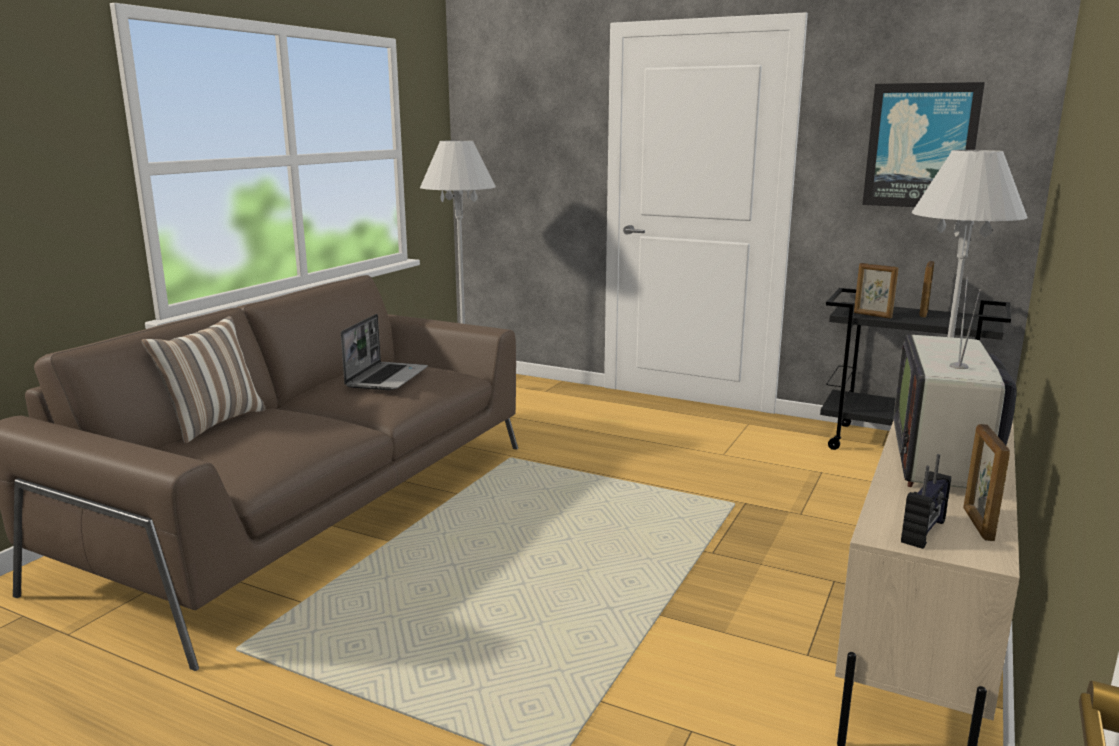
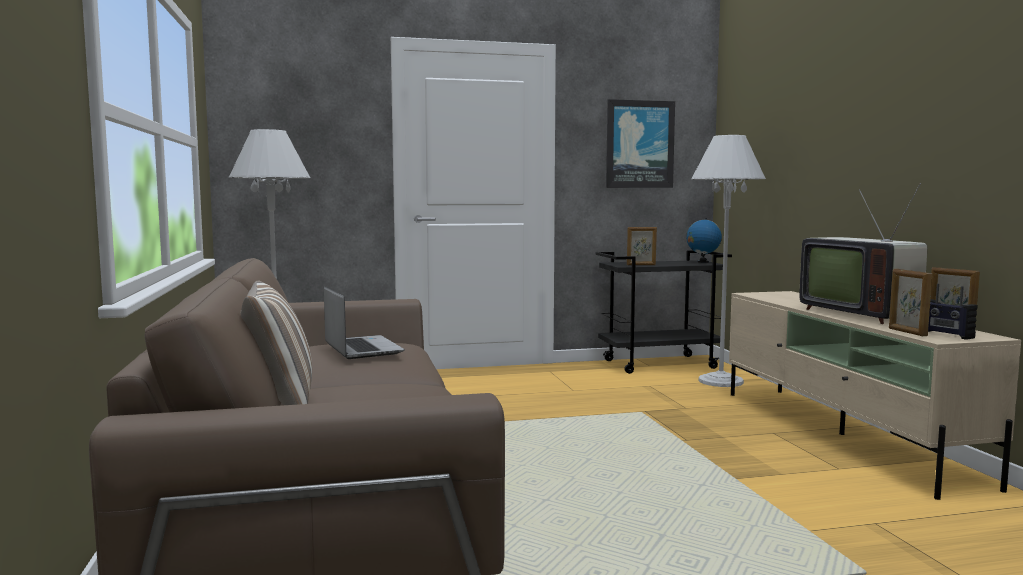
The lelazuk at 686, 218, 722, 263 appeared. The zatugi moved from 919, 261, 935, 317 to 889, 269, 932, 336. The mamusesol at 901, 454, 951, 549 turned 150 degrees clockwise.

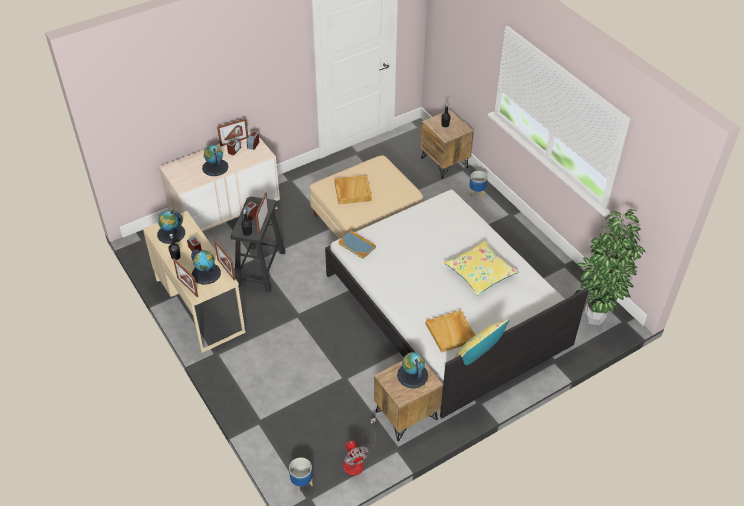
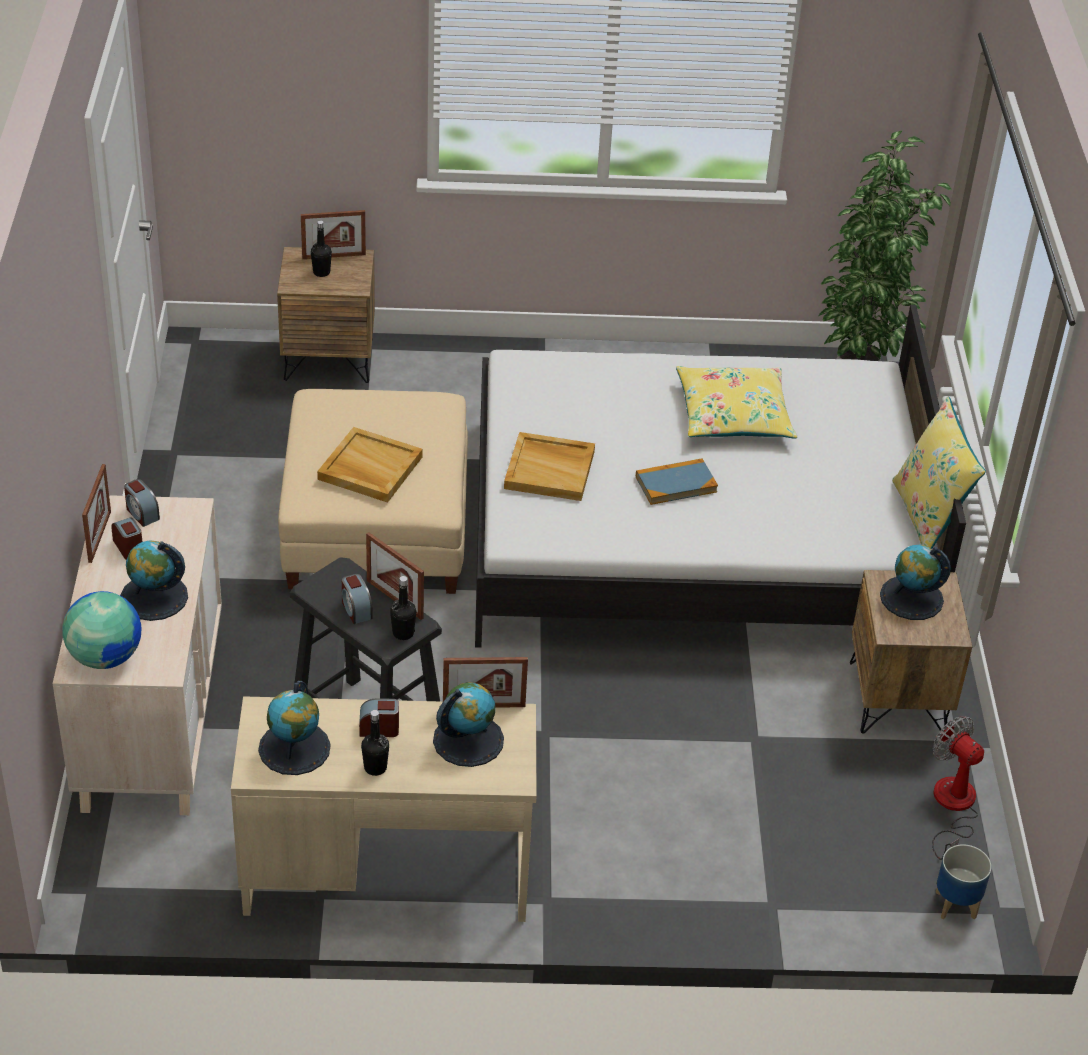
The lelazuk at 62, 591, 141, 669 appeared. The zatugi moved from 173, 258, 198, 297 to 301, 210, 366, 259. The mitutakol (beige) moved from 426, 310, 475, 353 to 504, 432, 595, 501. The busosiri moved from 339, 231, 376, 259 to 636, 458, 718, 505. The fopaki at 343, 418, 376, 476 turned 135 degrees counterclockwise. The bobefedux at 469, 171, 488, 199 disappeared.

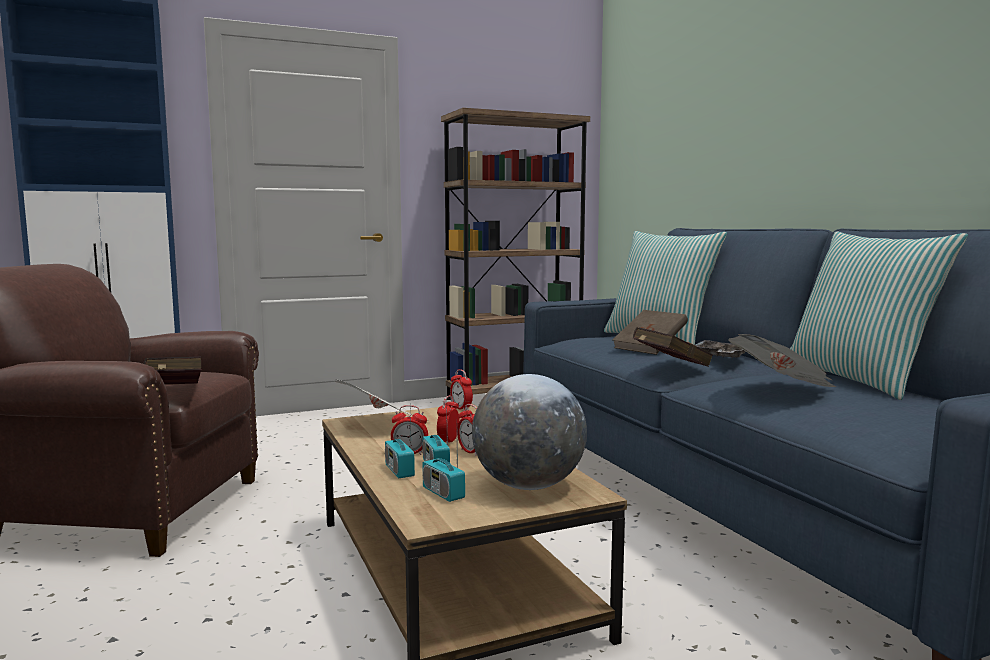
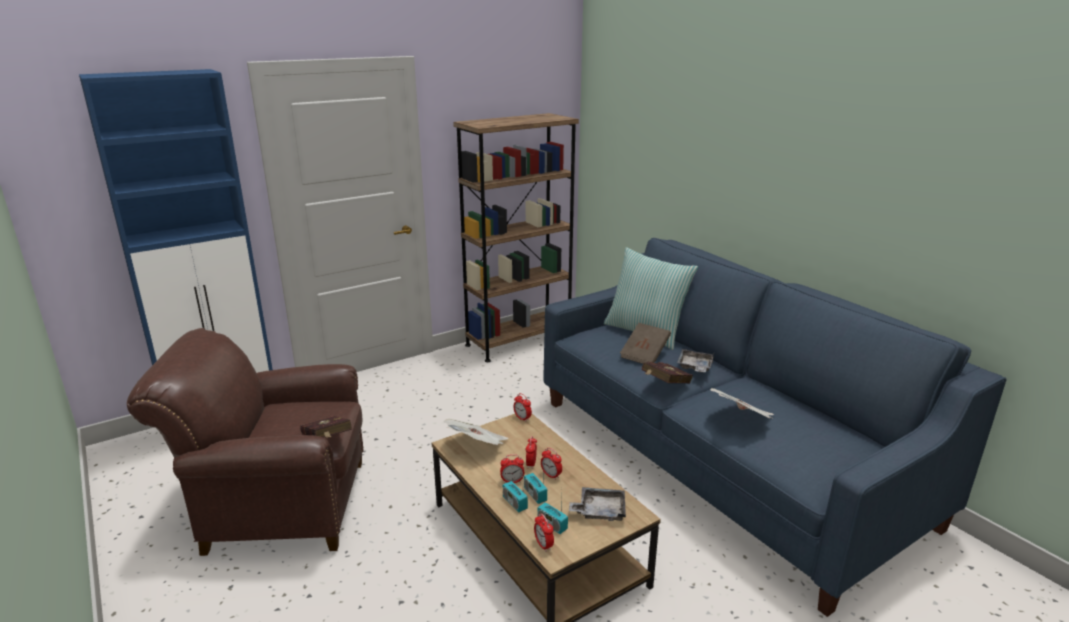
The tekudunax at 534, 514, 554, 552 appeared. The lelazuk at 472, 374, 587, 490 was replaced by the mitutakol (grey) at 569, 487, 626, 521. The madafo at 790, 231, 968, 400 disappeared.

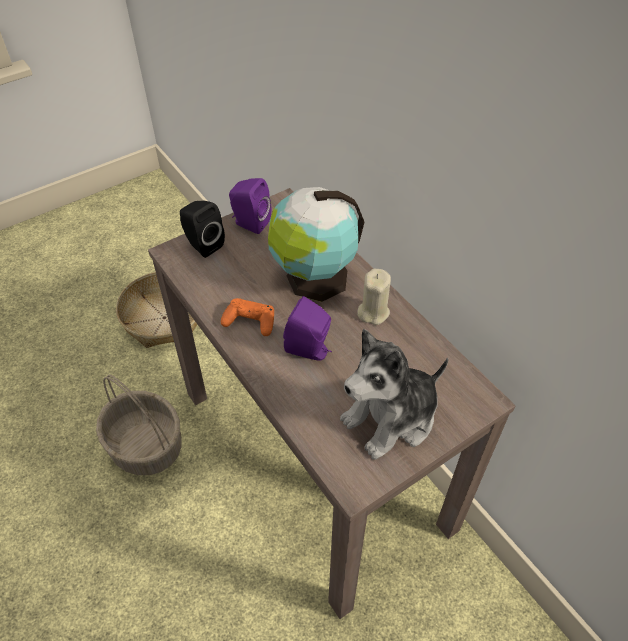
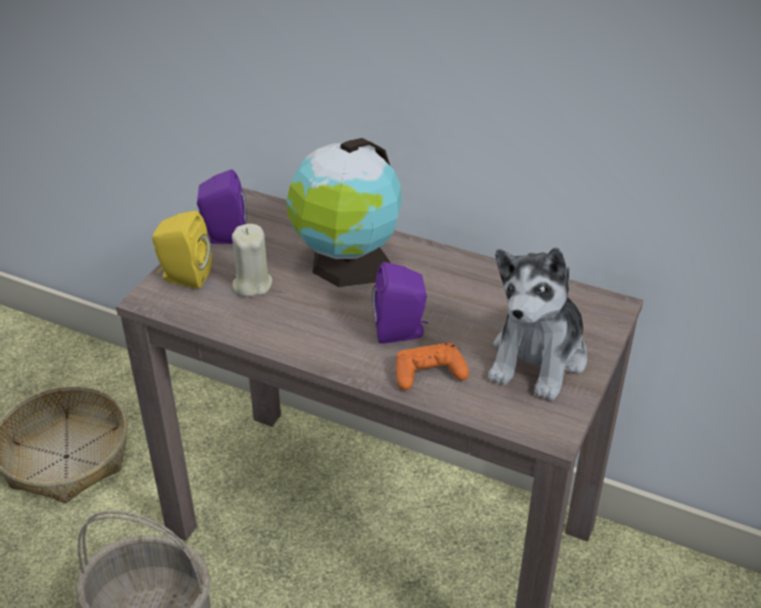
The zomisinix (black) at 180, 200, 225, 258 became the zomisinix (yellow) at 152, 211, 212, 289. The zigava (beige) moved from 357, 269, 391, 325 to 232, 224, 272, 297. The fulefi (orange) moved from 221, 298, 274, 336 to 396, 343, 469, 390.

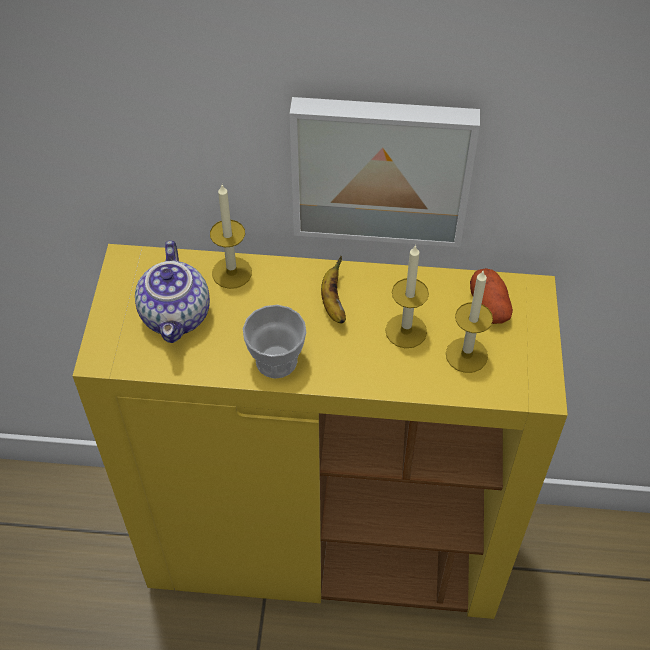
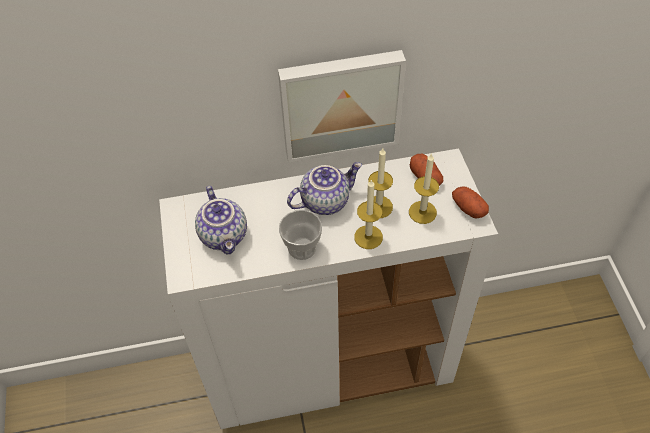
The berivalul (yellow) at 73, 244, 568, 619 became the berivalul (white) at 159, 149, 498, 429. The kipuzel at 321, 256, 346, 323 was replaced by the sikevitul at 287, 162, 362, 215. The zigava moved from 210, 185, 252, 289 to 354, 179, 383, 249. The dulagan at 452, 187, 489, 219 appeared.

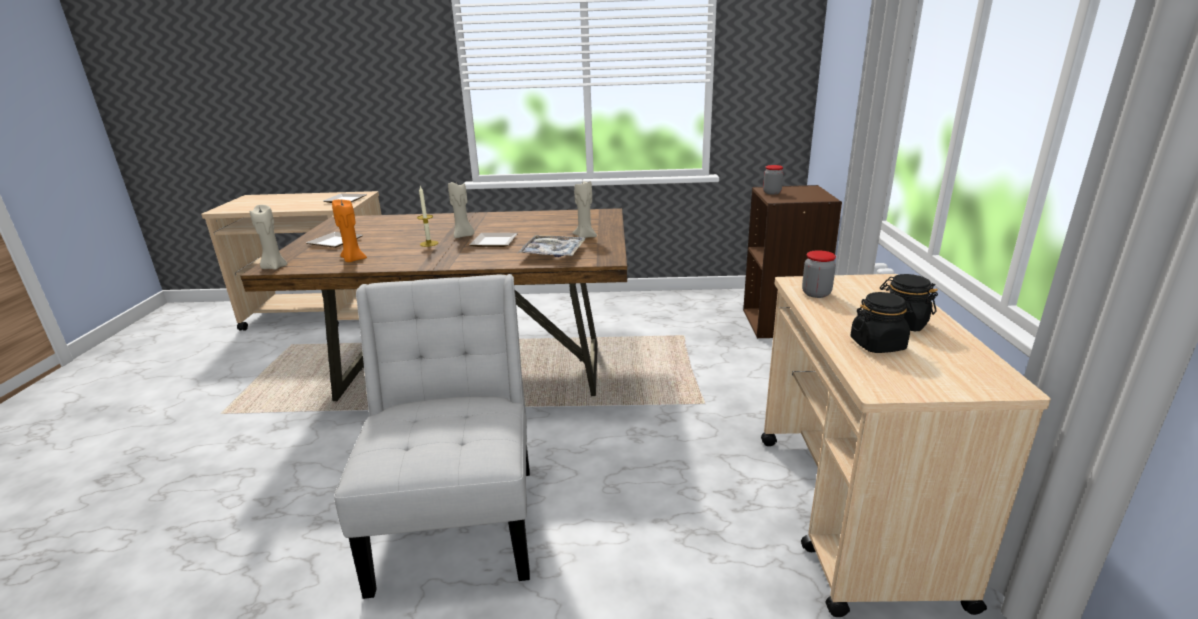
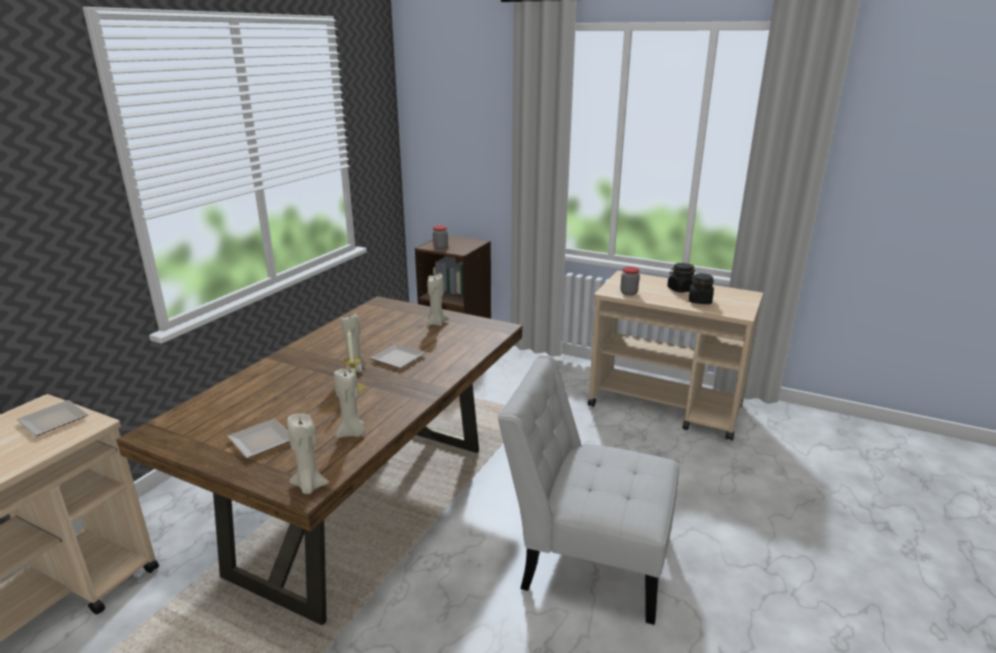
The zigava (orange) at 332, 199, 367, 262 became the zigava (beige) at 334, 368, 365, 438. The mitutakol at 518, 235, 585, 257 disappeared.

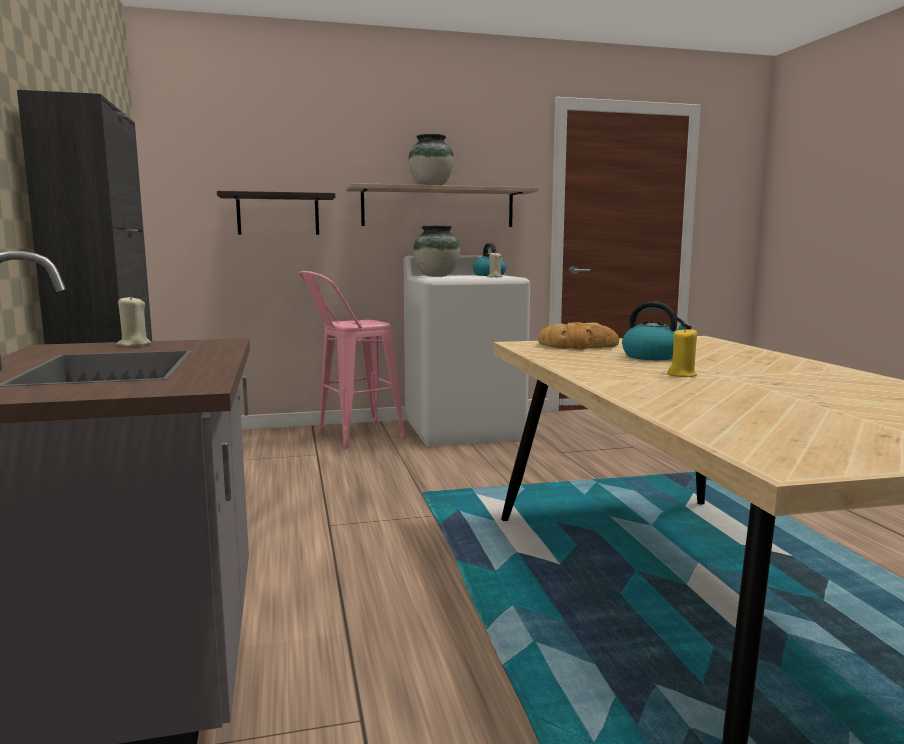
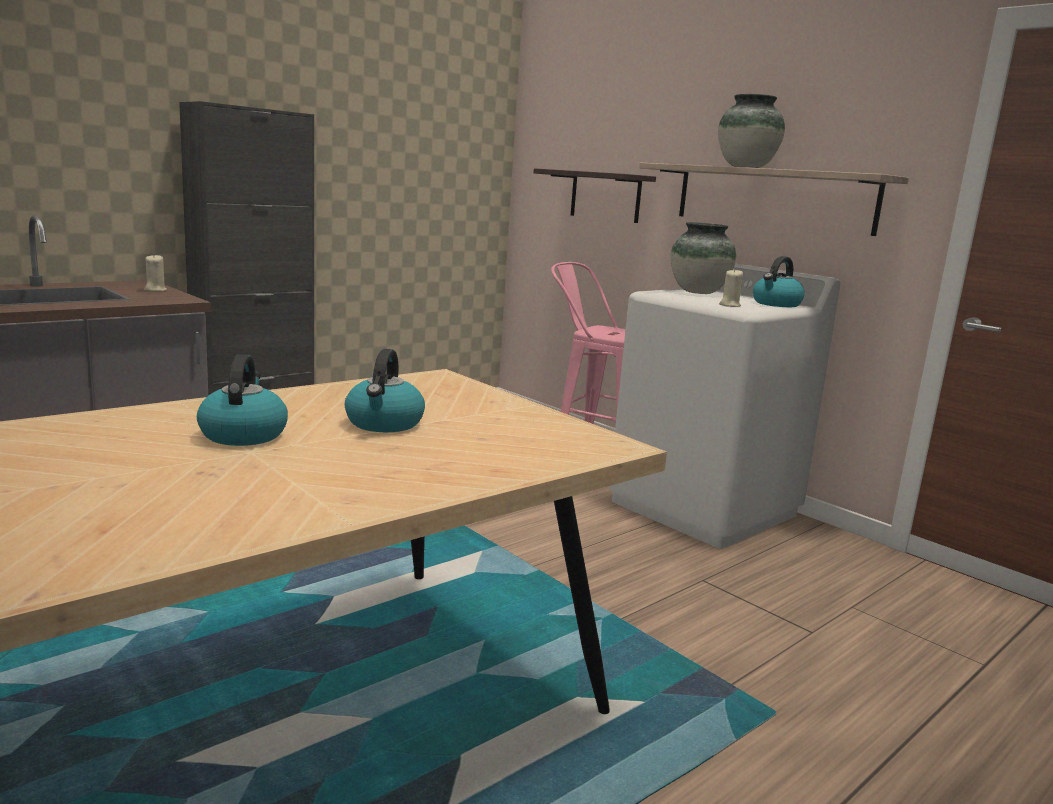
The zigava (yellow) at 667, 327, 697, 377 was replaced by the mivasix at 197, 354, 288, 446. The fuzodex at 538, 322, 619, 349 disappeared.

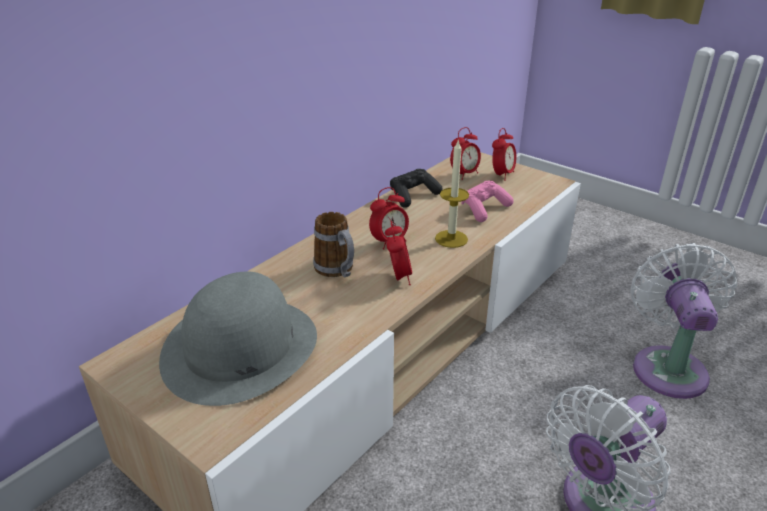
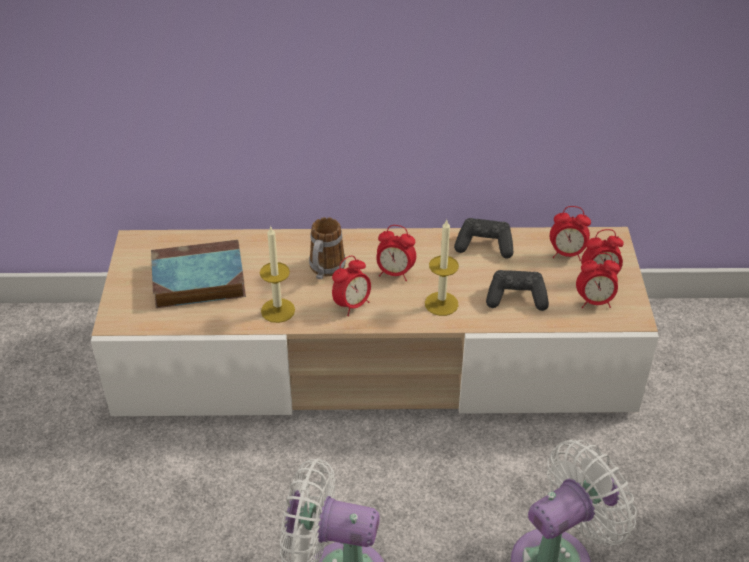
The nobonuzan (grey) at 159, 271, 317, 406 was replaced by the busosiri at 151, 240, 246, 308. The zigava at 260, 226, 295, 323 appeared. The fulefi (pink) at 461, 181, 514, 222 became the fulefi (black) at 486, 270, 549, 311. The tekudunax at 576, 253, 620, 308 appeared.

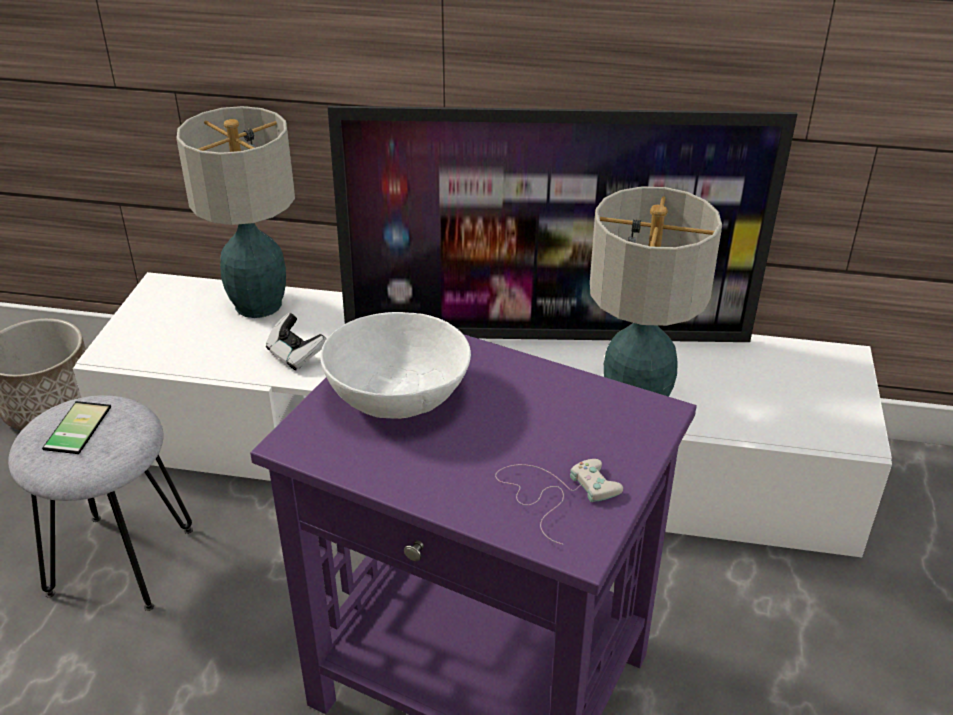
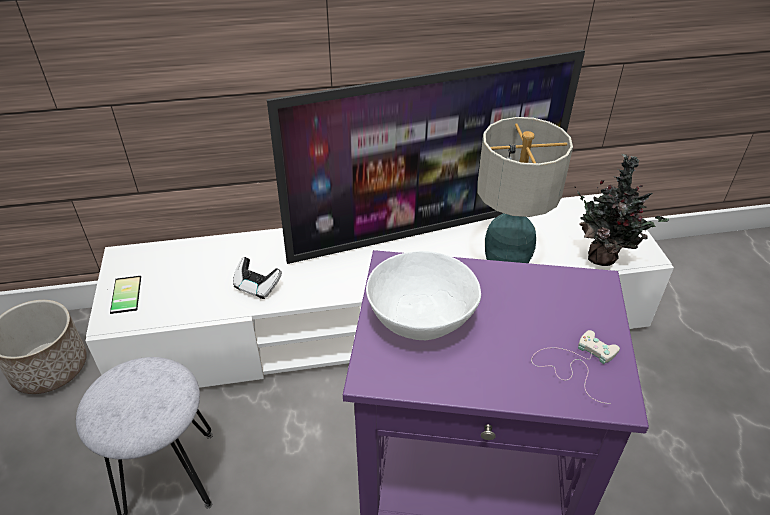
The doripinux moved from 42, 401, 111, 454 to 110, 276, 141, 314. The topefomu at 575, 154, 669, 266 appeared. The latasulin at 176, 106, 295, 318 disappeared.

